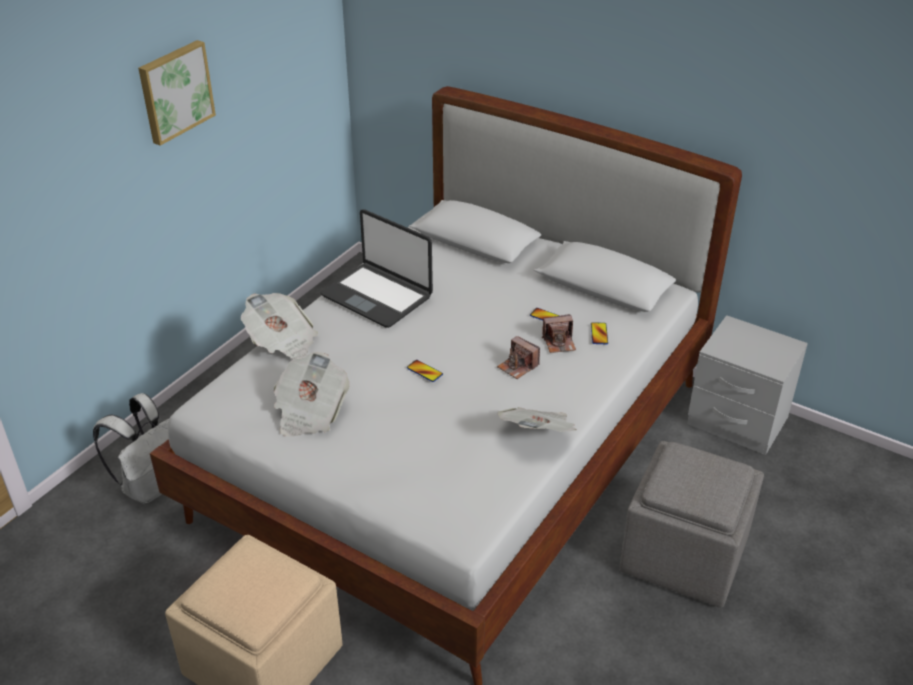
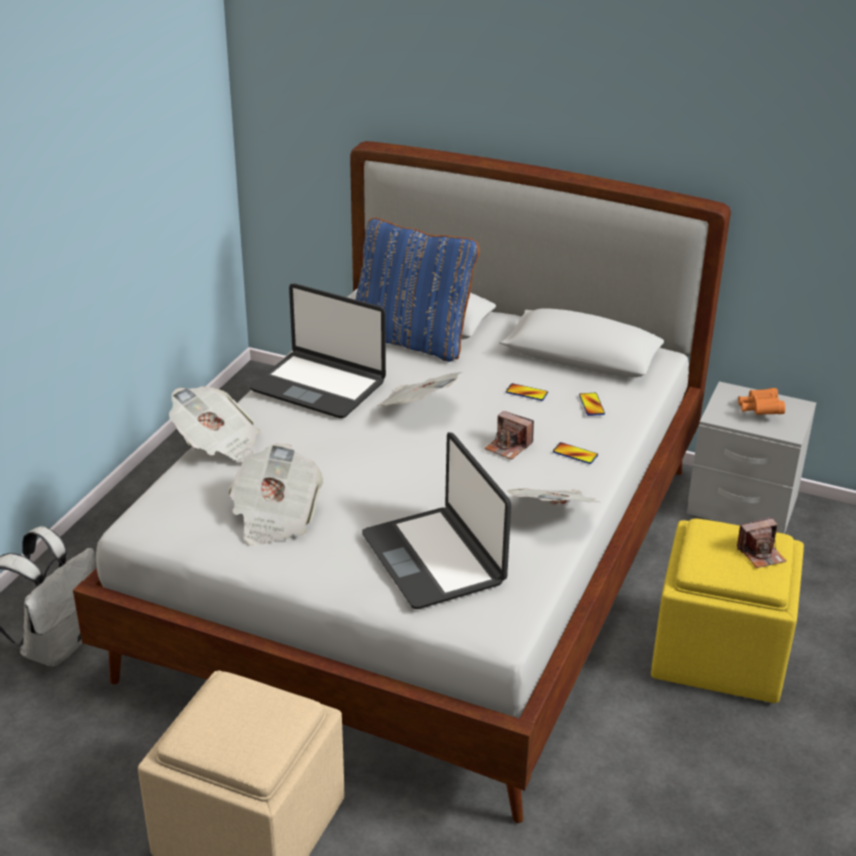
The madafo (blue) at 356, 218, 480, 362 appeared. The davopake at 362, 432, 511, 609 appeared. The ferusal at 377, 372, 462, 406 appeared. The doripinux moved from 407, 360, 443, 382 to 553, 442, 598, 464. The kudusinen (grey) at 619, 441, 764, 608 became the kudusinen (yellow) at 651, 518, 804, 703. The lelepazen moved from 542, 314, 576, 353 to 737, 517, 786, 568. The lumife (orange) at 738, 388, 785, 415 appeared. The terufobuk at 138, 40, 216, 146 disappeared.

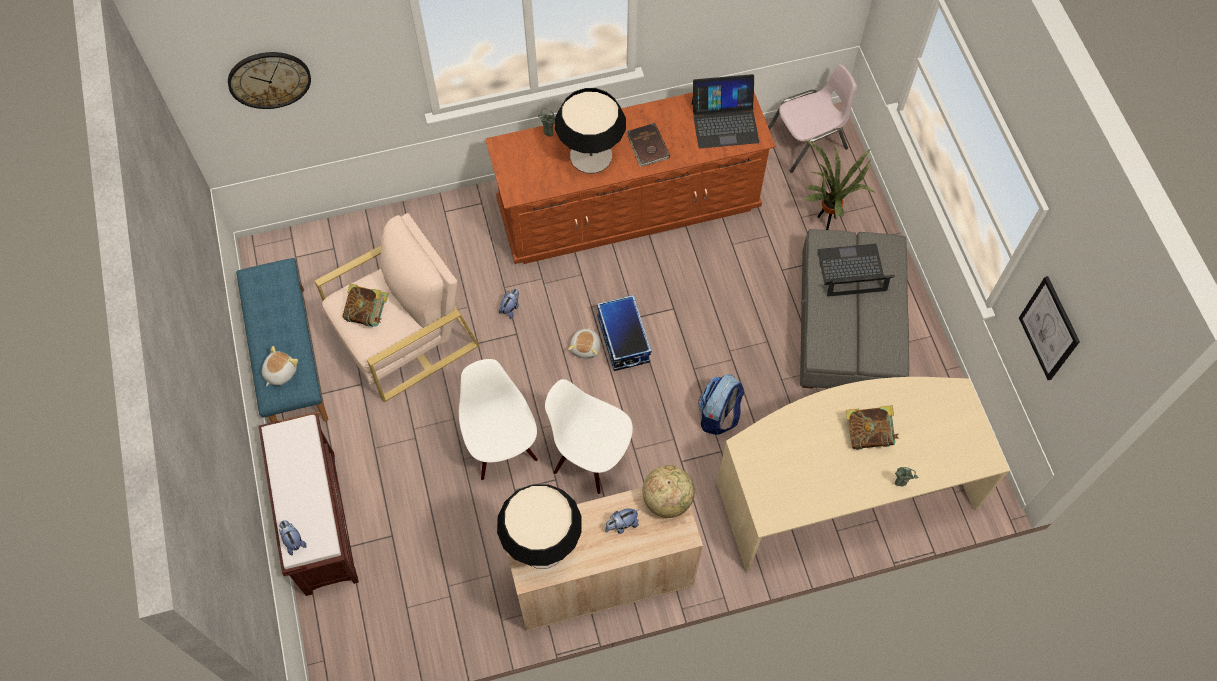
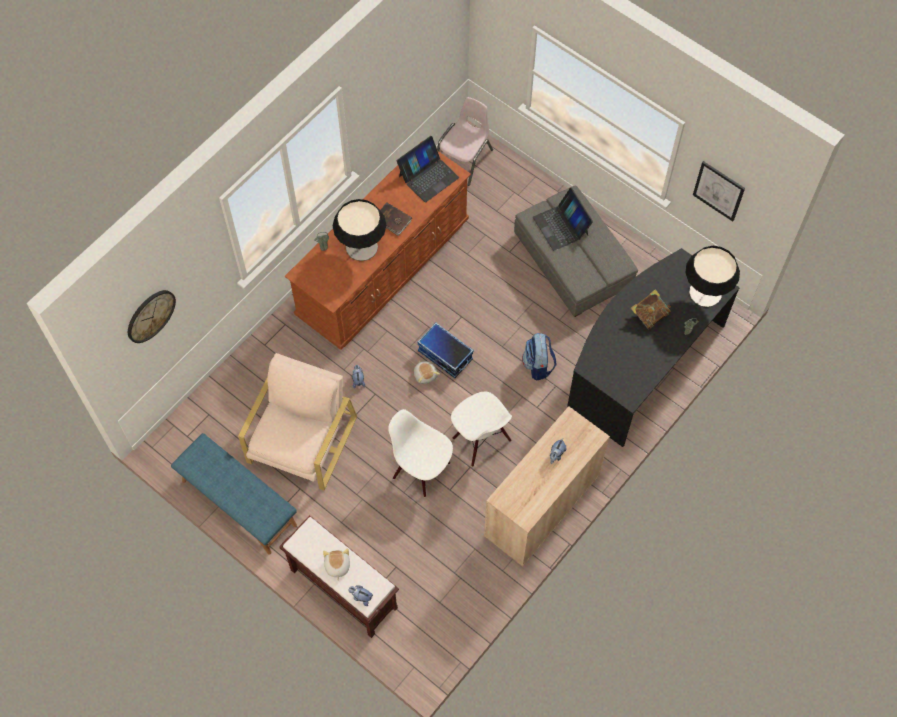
The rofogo moved from 262, 346, 298, 387 to 323, 549, 350, 580. The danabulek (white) at 545, 379, 633, 494 turned 120 degrees counterclockwise. The davopake at 817, 244, 895, 297 turned 75 degrees counterclockwise. The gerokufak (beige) at 717, 377, 1010, 572 became the gerokufak (black) at 567, 248, 740, 447. The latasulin moved from 497, 484, 582, 569 to 685, 246, 740, 307. The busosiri at 342, 284, 389, 327 disappeared. The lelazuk at 642, 465, 695, 518 disappeared. The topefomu at 804, 140, 874, 230 disappeared.

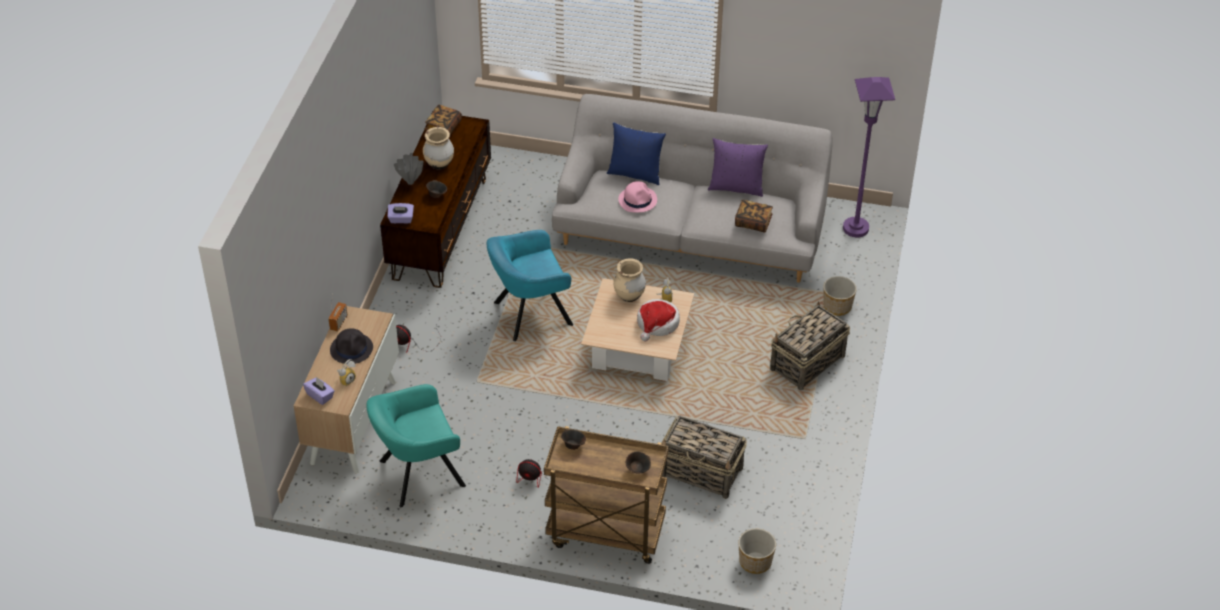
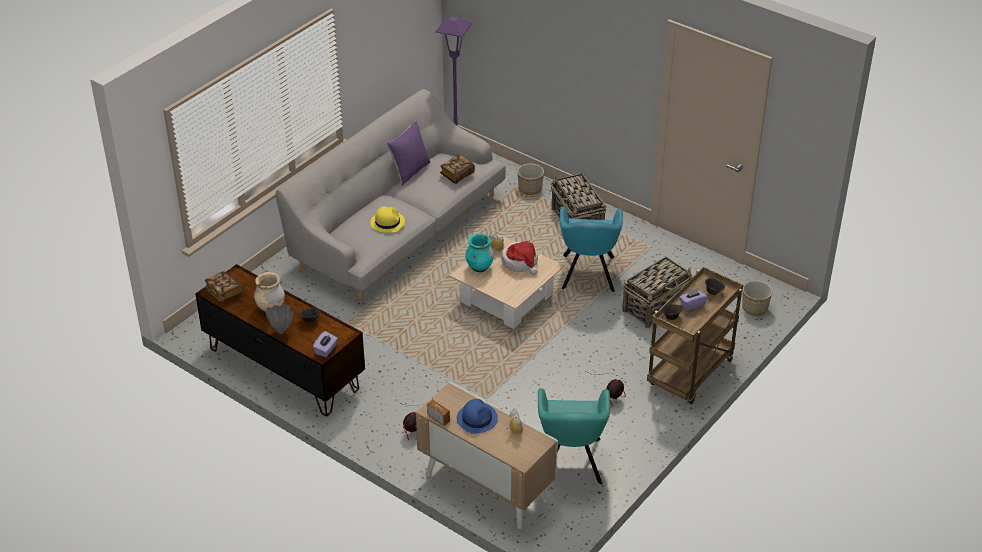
The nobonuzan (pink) at 618, 181, 657, 213 became the nobonuzan (yellow) at 370, 206, 405, 233. The nobonuzan (black) at 330, 328, 373, 364 became the nobonuzan (blue) at 457, 399, 498, 434. The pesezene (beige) at 613, 258, 646, 302 became the pesezene (turquoise) at 465, 233, 494, 272. The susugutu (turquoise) moved from 487, 230, 573, 341 to 560, 207, 623, 292. The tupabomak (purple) moved from 303, 377, 335, 405 to 679, 288, 707, 311. The madafo (blue) at 607, 122, 666, 185 disappeared.

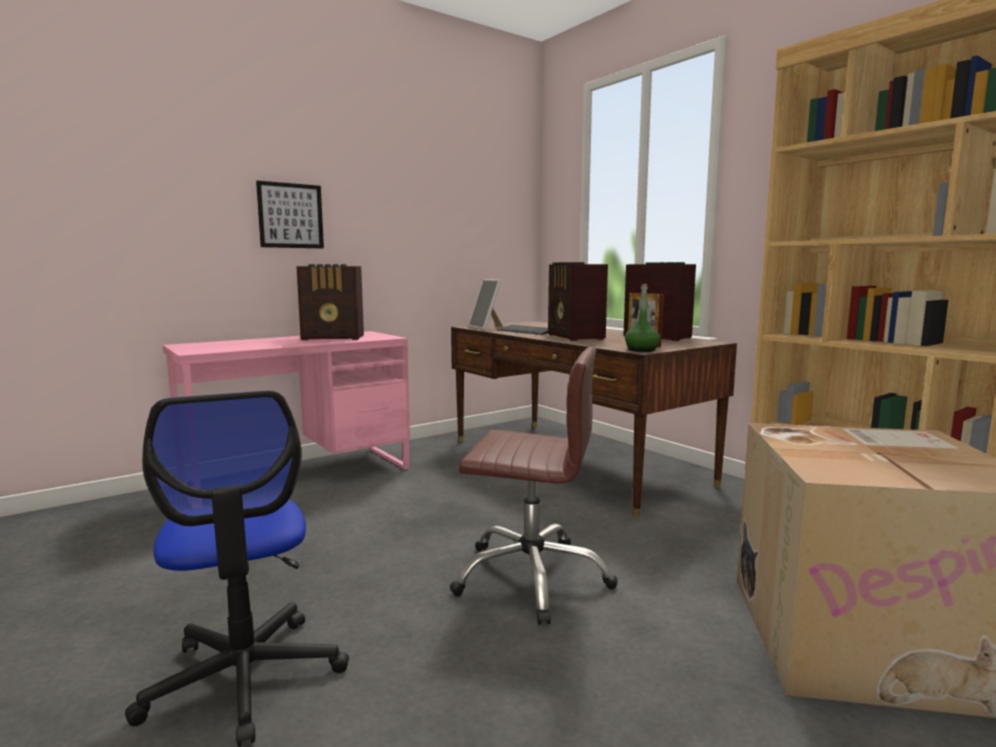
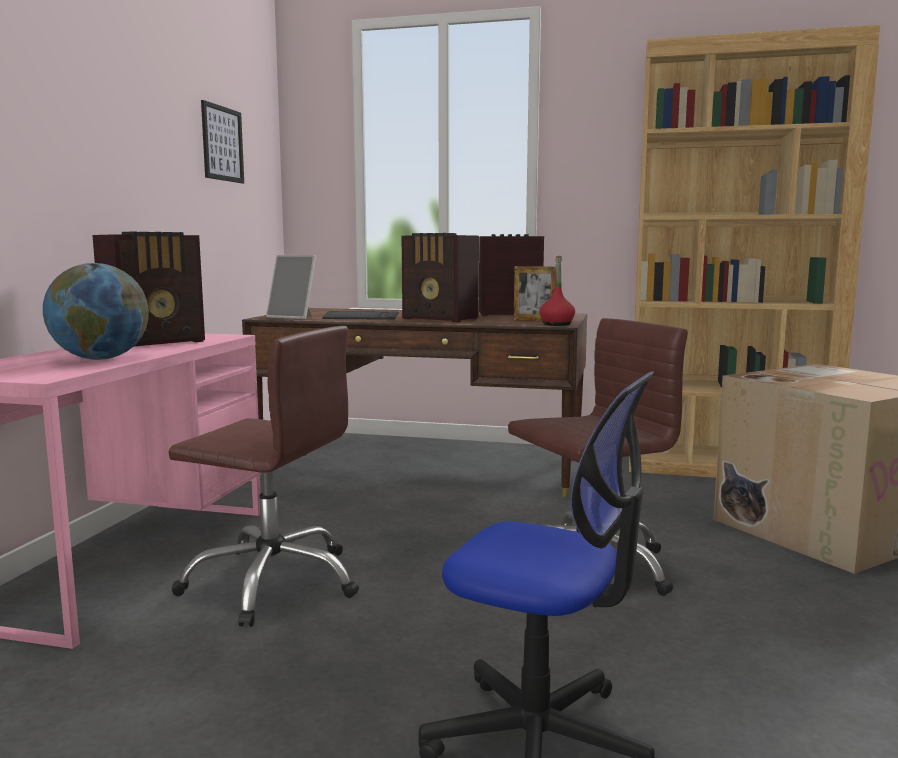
The lelazuk at 43, 263, 149, 360 appeared. The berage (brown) at 168, 326, 359, 627 appeared. The terufobuk moved from 256, 181, 324, 249 to 201, 100, 244, 183. The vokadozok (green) at 625, 284, 660, 352 became the vokadozok (red) at 539, 256, 575, 326.

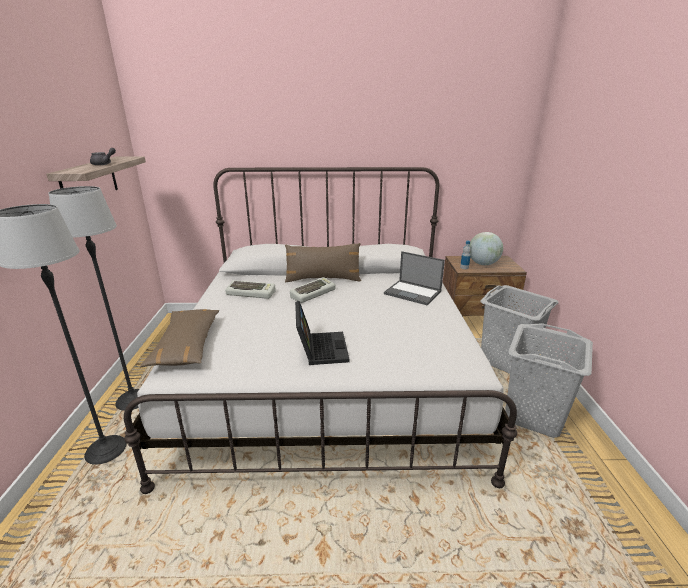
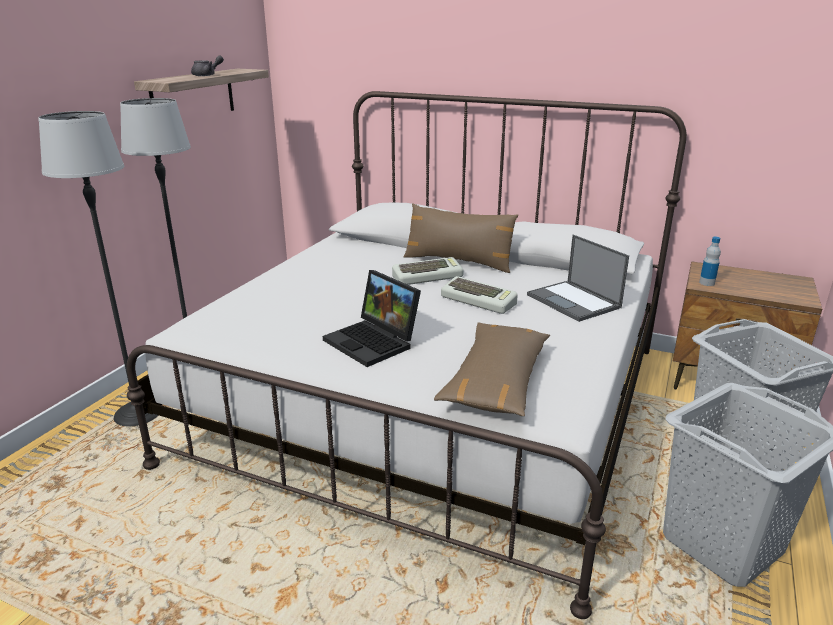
The davopake at 295, 301, 350, 365 turned 120 degrees clockwise. The madafo (brown) moved from 140, 309, 219, 367 to 434, 323, 550, 416. The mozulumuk moved from 225, 280, 276, 299 to 441, 276, 518, 314. The lelazuk at 470, 232, 503, 265 disappeared.

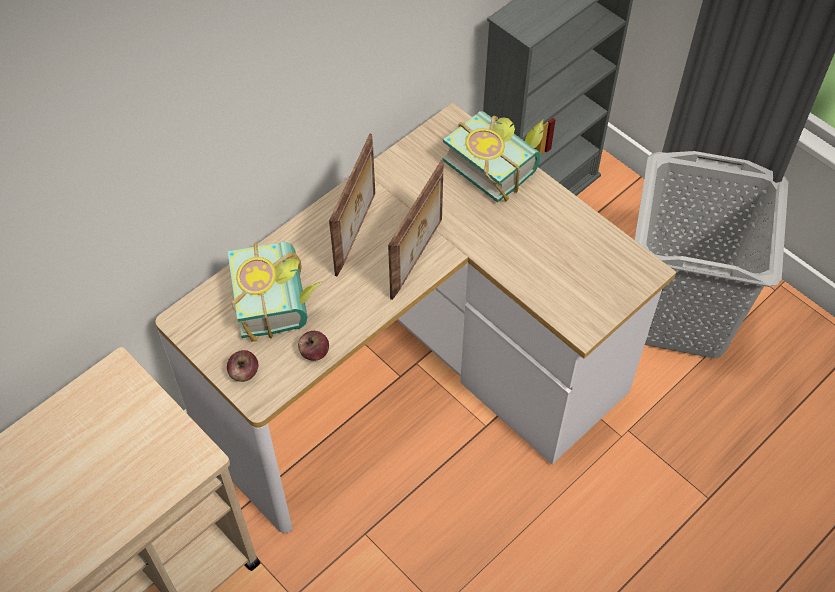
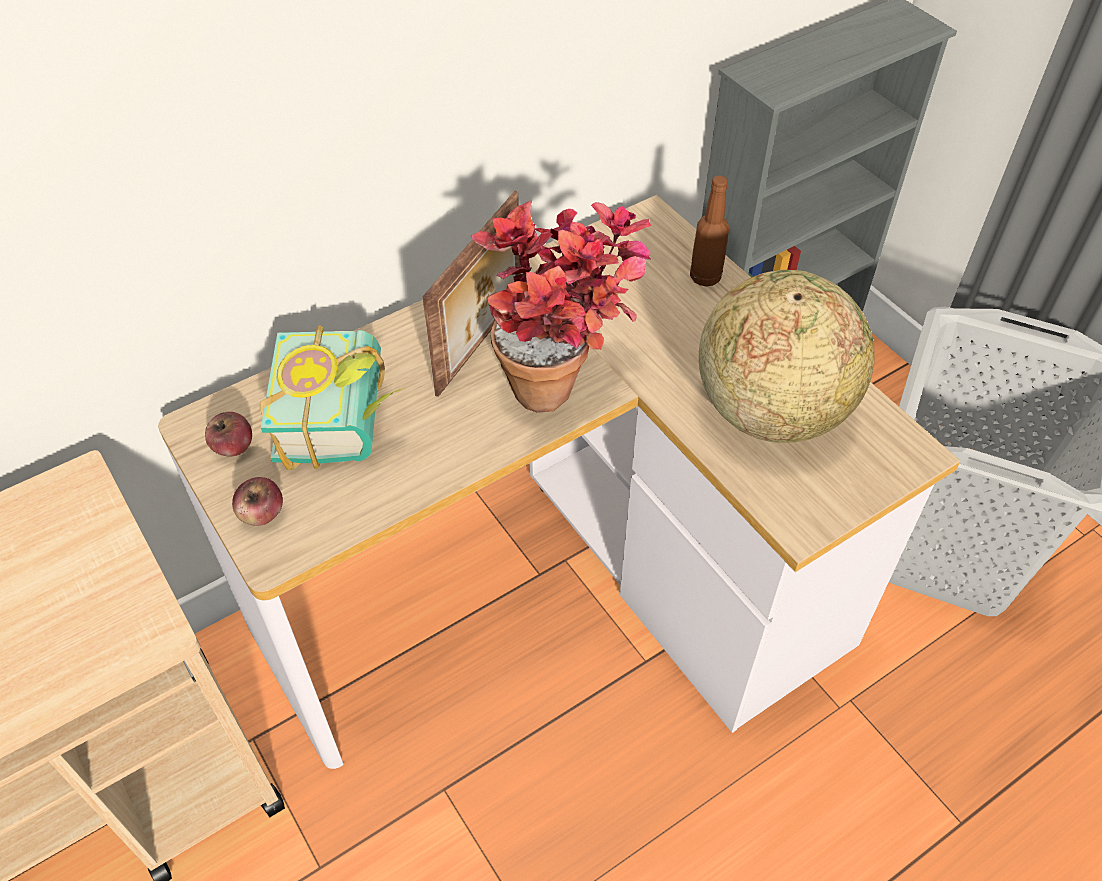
The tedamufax moved from 298, 331, 329, 361 to 205, 412, 252, 456. The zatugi at 388, 160, 444, 300 was replaced by the topefomu at 471, 200, 651, 413. The busosiri at 443, 111, 544, 203 was replaced by the vokadozok (brown) at 690, 175, 729, 287. The lelazuk at 699, 270, 875, 443 appeared.

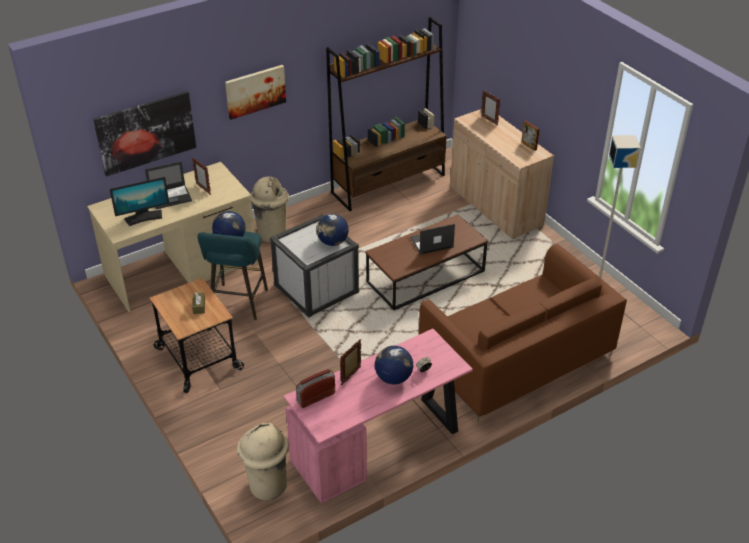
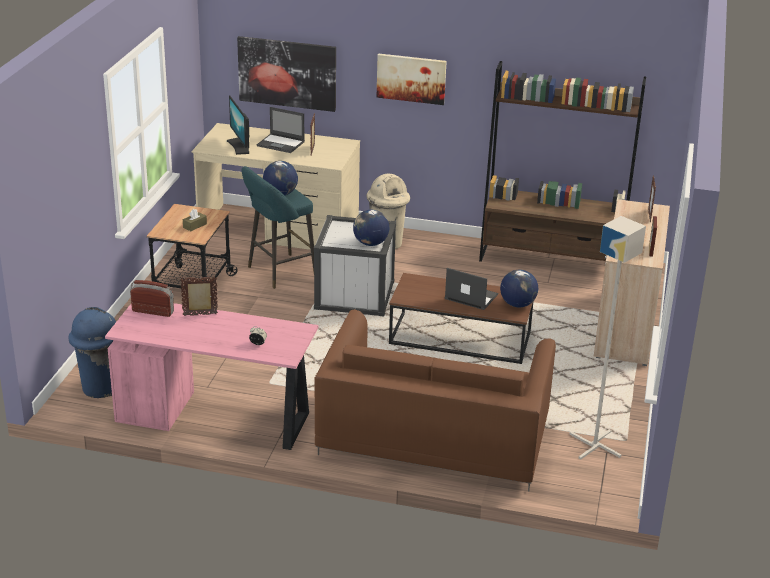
The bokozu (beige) at 237, 423, 289, 500 became the bokozu (blue) at 69, 307, 116, 398. The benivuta at 110, 177, 170, 226 turned 45 degrees clockwise. The lelazuk moved from 375, 346, 413, 384 to 500, 270, 538, 307.

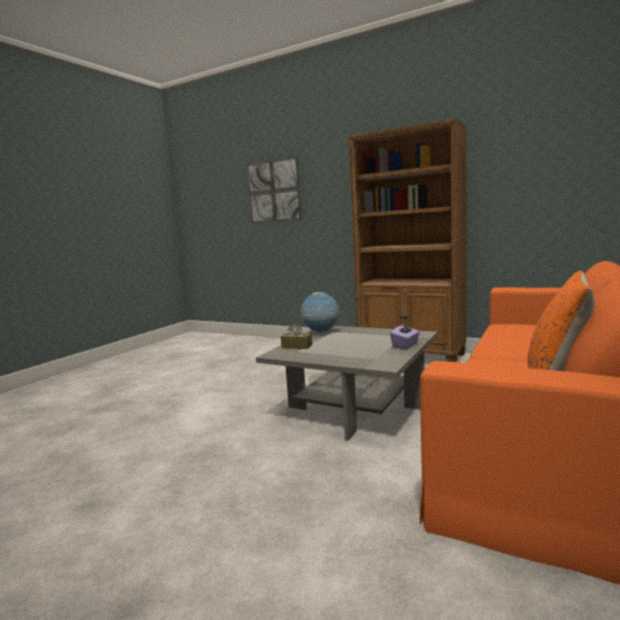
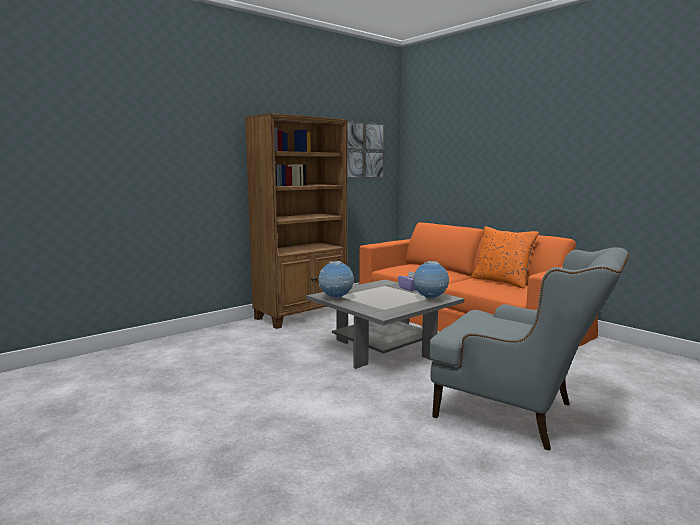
The terufobuk moved from 247, 157, 302, 223 to 347, 121, 384, 178. The lelazuk at 413, 261, 449, 300 appeared. The susugutu (grey) at 429, 247, 629, 451 appeared. The tupabomak (brown) at 281, 324, 312, 349 disappeared.

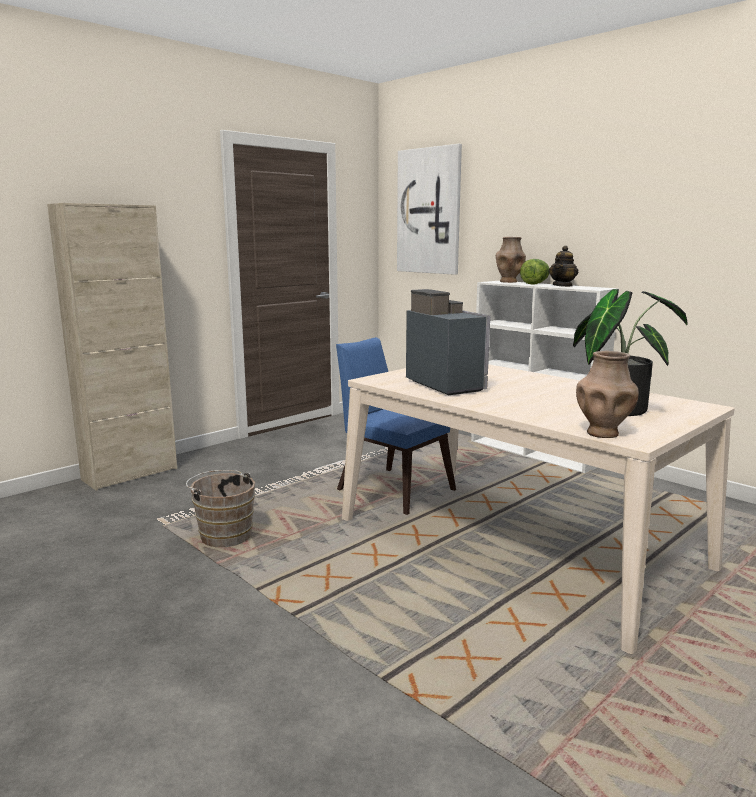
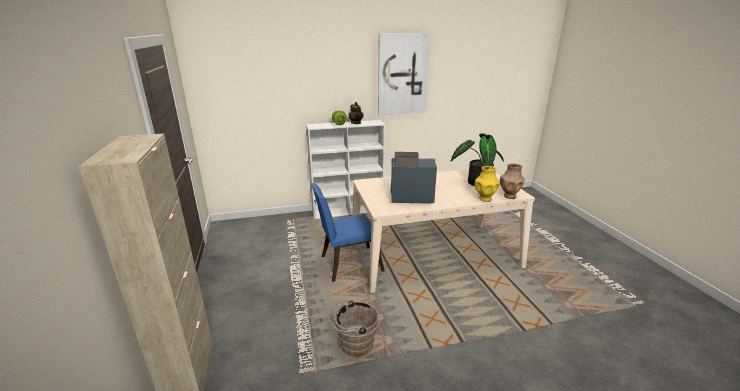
The terufobuk moved from 397, 144, 462, 275 to 378, 33, 430, 115. The pesezene (yellow) at 475, 166, 500, 202 appeared. The pesezene (brown) at 496, 237, 526, 283 disappeared.

